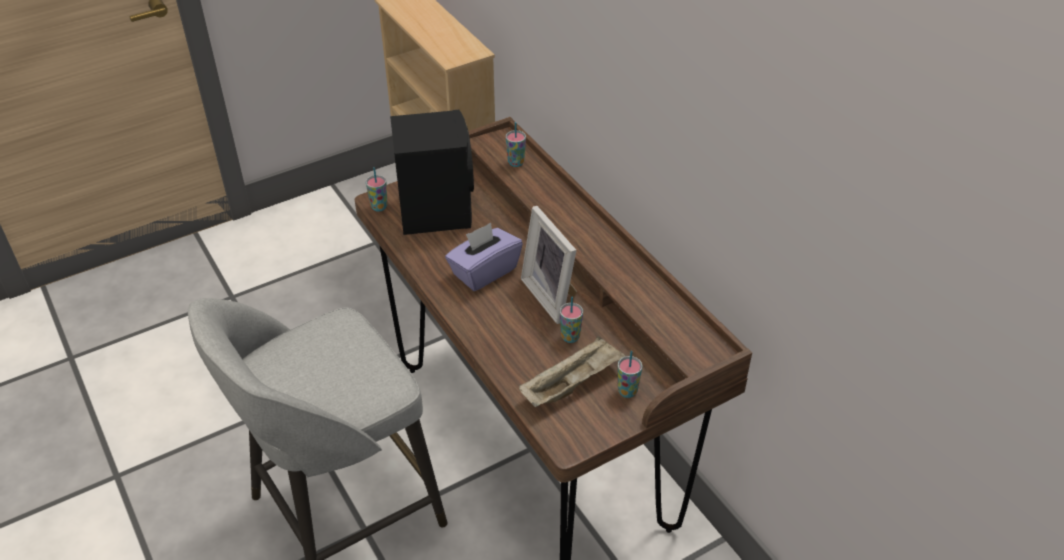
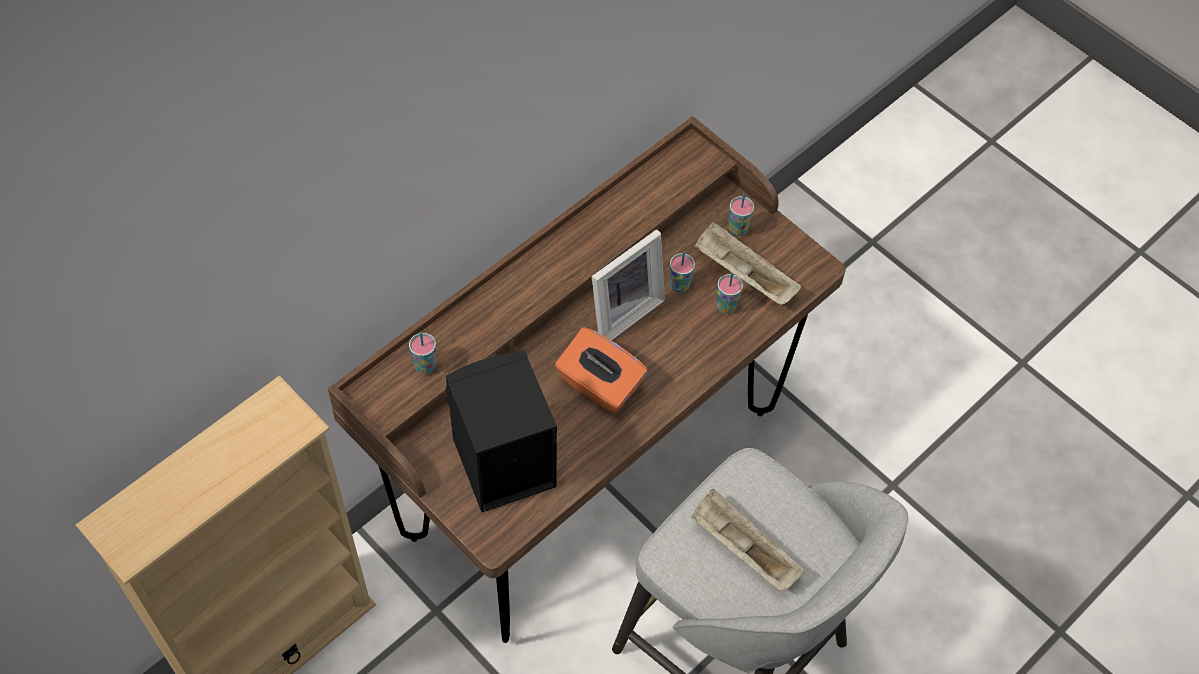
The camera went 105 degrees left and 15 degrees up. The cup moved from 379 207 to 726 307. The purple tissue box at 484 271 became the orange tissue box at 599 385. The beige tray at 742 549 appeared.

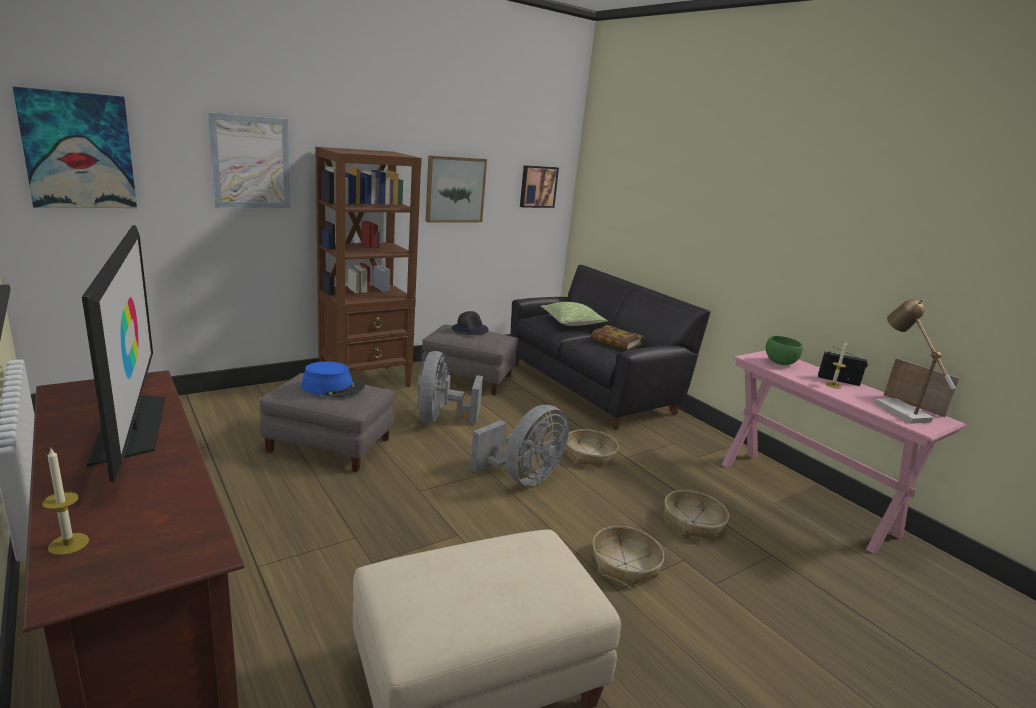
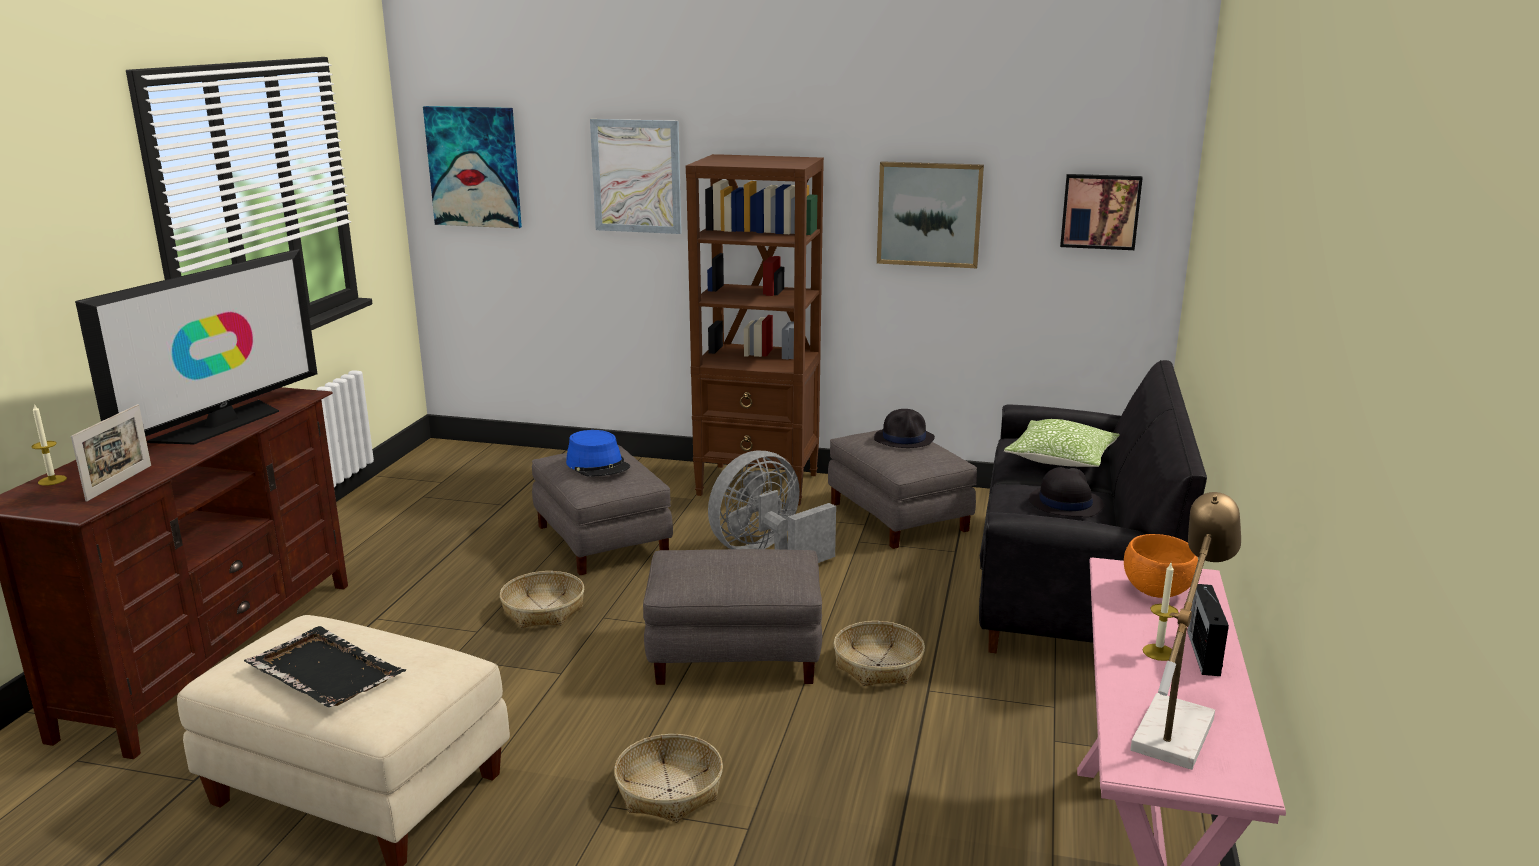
The camera went 50 degrees right and 0 degrees up. The book at 616 342 was replaced by the black hat at 1065 503. The green bowl at 780 363 became the orange bowl at 1155 591. The radio at 839 380 turned 150 degrees counterclockwise. The picture frame moved from 913 405 to 119 483. The grey fan at 523 478 was replaced by the grey ottoman at 736 653. The basket moved from 693 522 to 544 610. The black tray at 324 671 appeared.

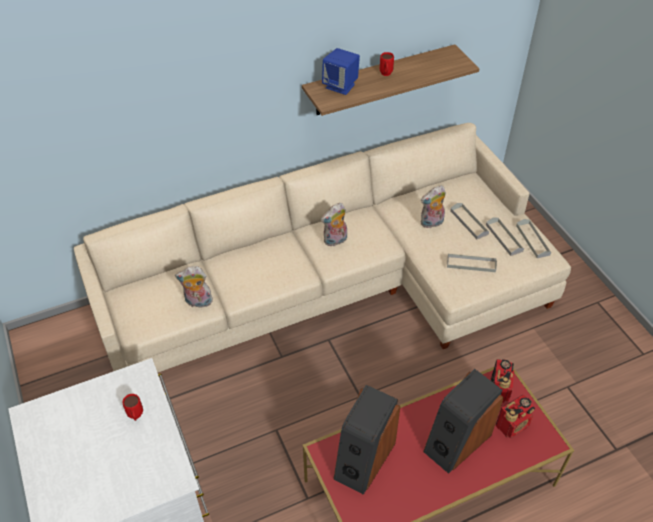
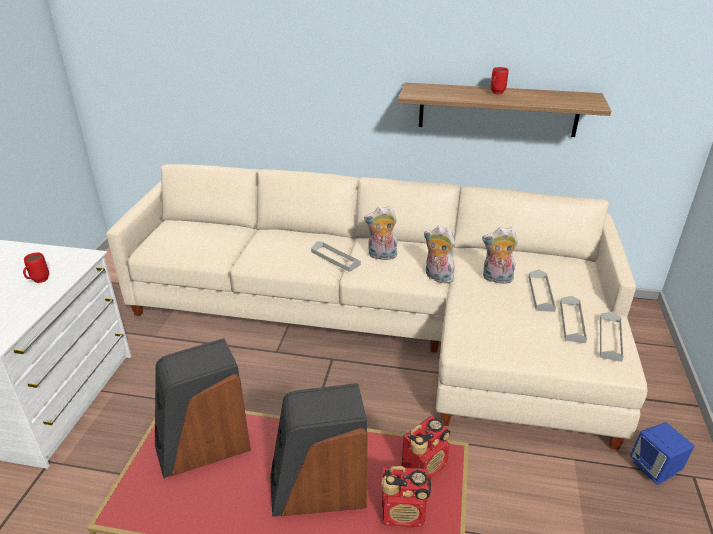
The camera went 35 degrees right and 15 degrees down. The blue speaker moved from 341 86 to 655 468. The grey tray moved from 471 264 to 335 258. The plush toy moved from 198 302 to 437 277.

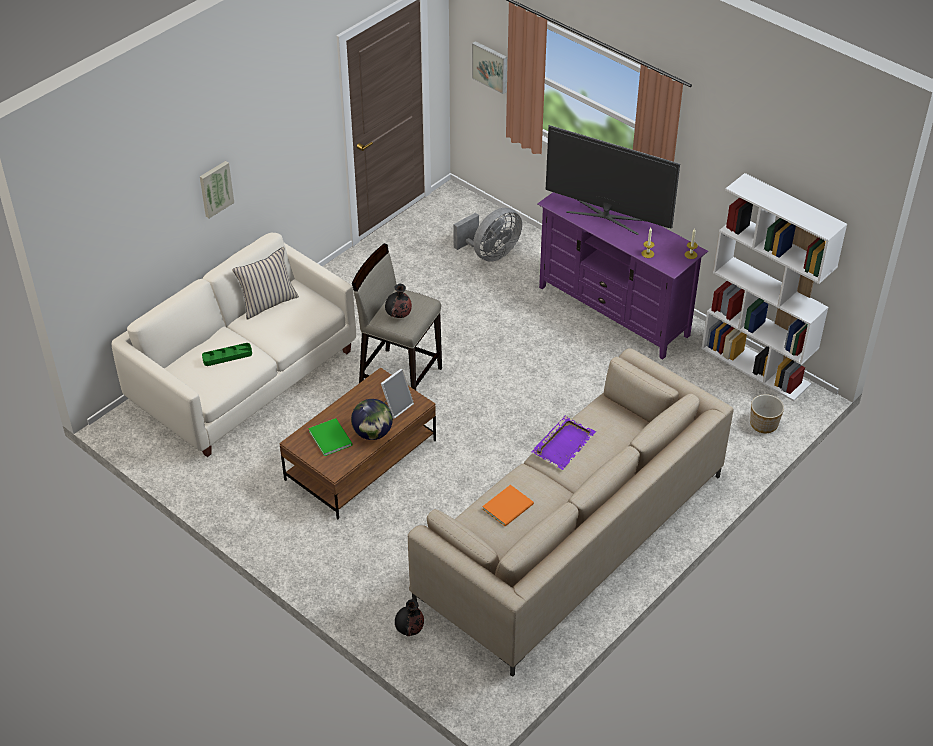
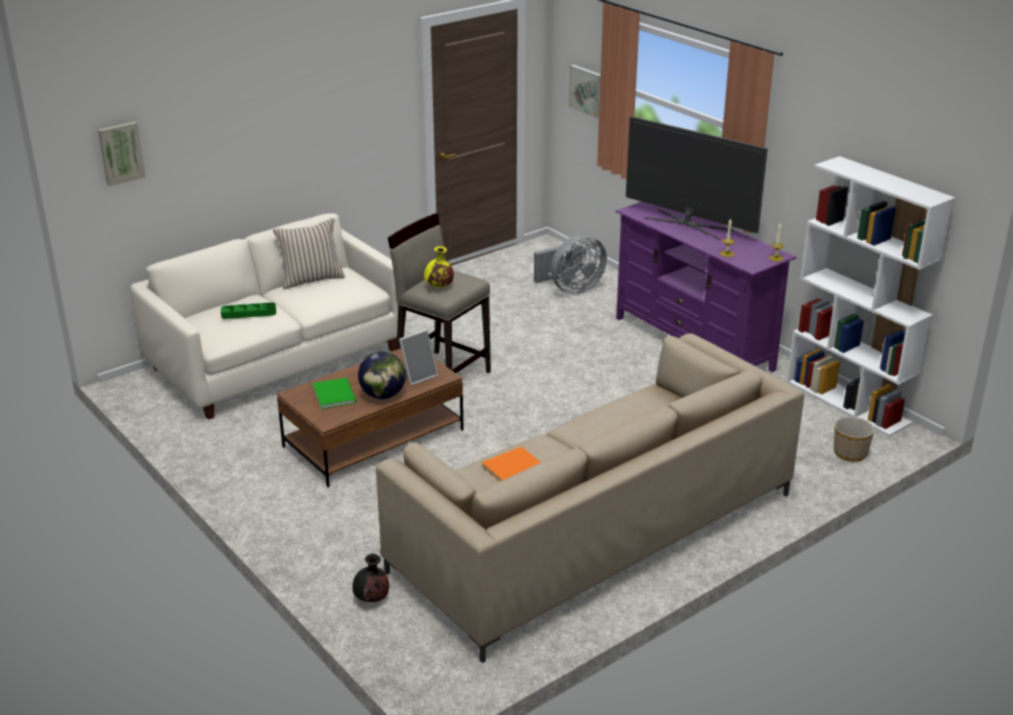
The camera went 10 degrees right and 15 degrees down. The picture moved from 215 188 to 121 153. The black vase at 398 315 became the yellow vase at 439 287. The purple tray at 564 444 disappeared.

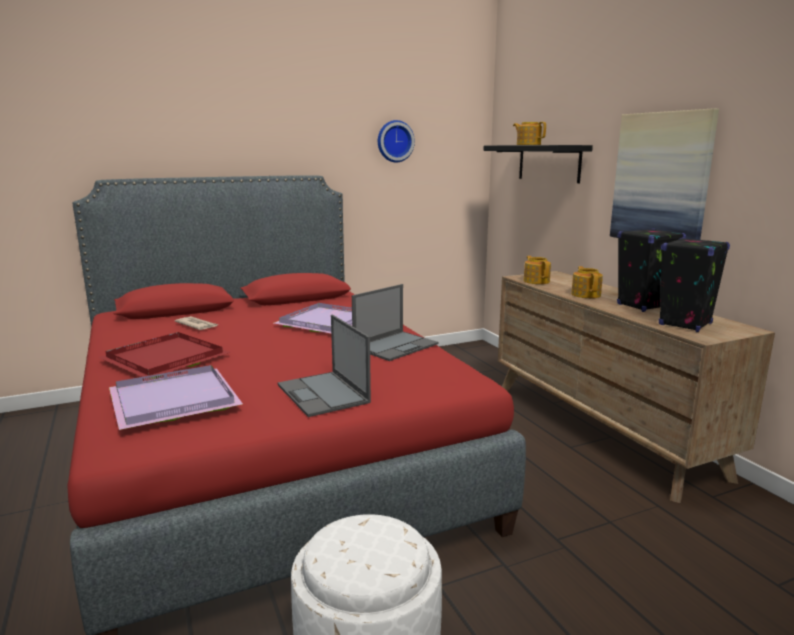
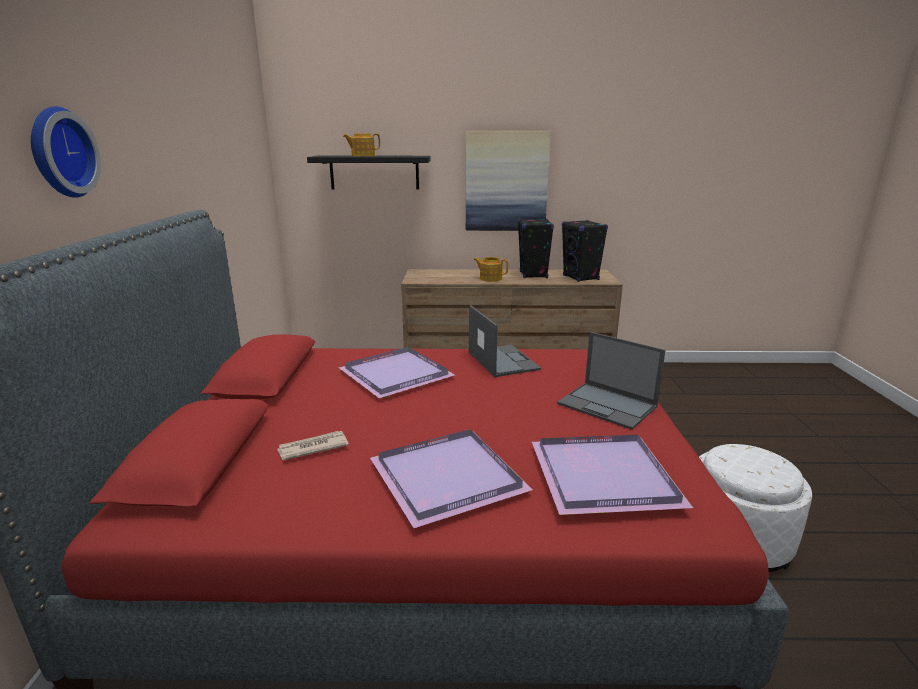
The camera went 65 degrees left and 5 degrees up. The wall clock moved from 394 141 to 59 153. The teapot at 536 281 disappeared. The laptop at 323 394 turned 45 degrees clockwise. The red tray at 165 359 became the purple tray at 450 478.

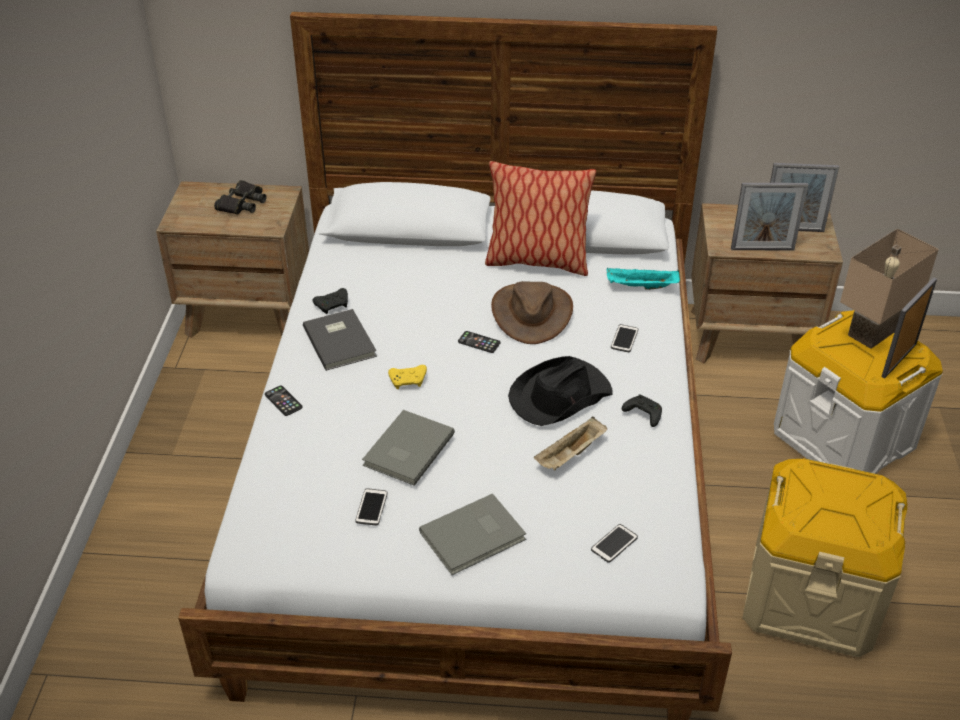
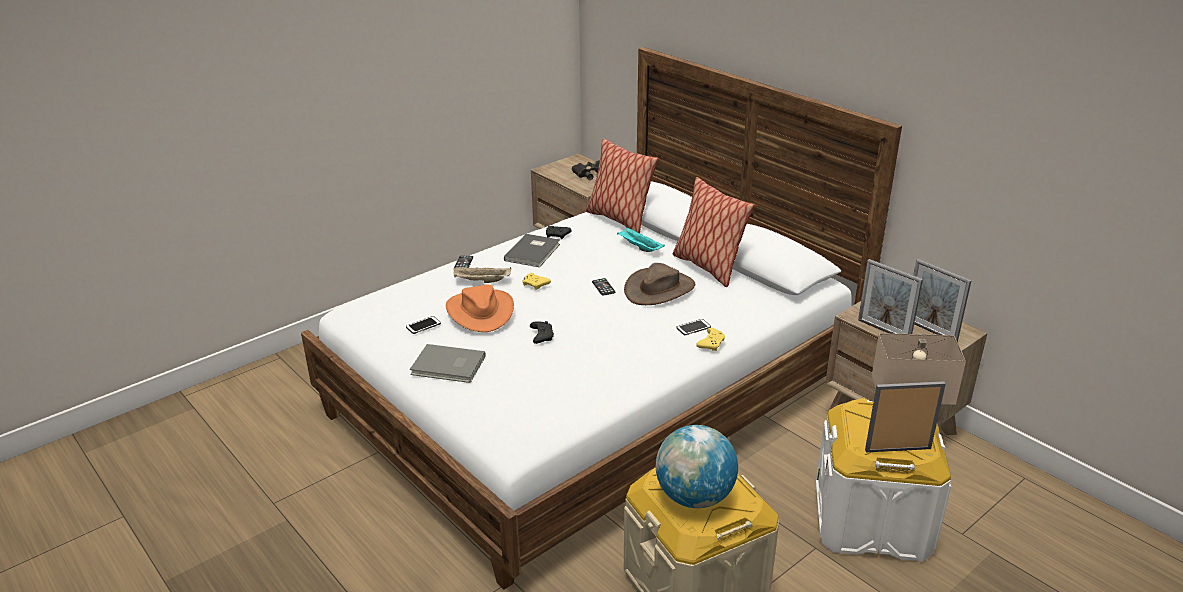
The camera went 45 degrees right and 10 degrees down. The turquoise tray moved from 641 287 to 639 247. The black hat at 559 396 disappeared. The black game controller moved from 642 414 to 541 336. The grey book at 406 449 was replaced by the orange hat at 480 311. The beige tray moved from 570 455 to 481 281. The phone at 614 544 disappeared. The pillow at 619 220 appeared. The yellow game controller at 711 343 appeared. The globe at 694 497 appeared.

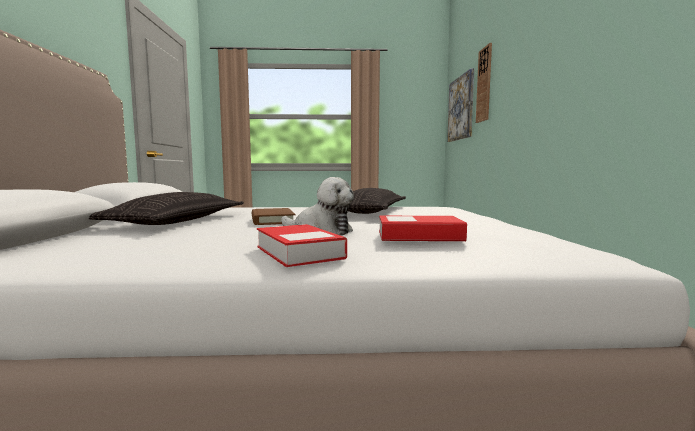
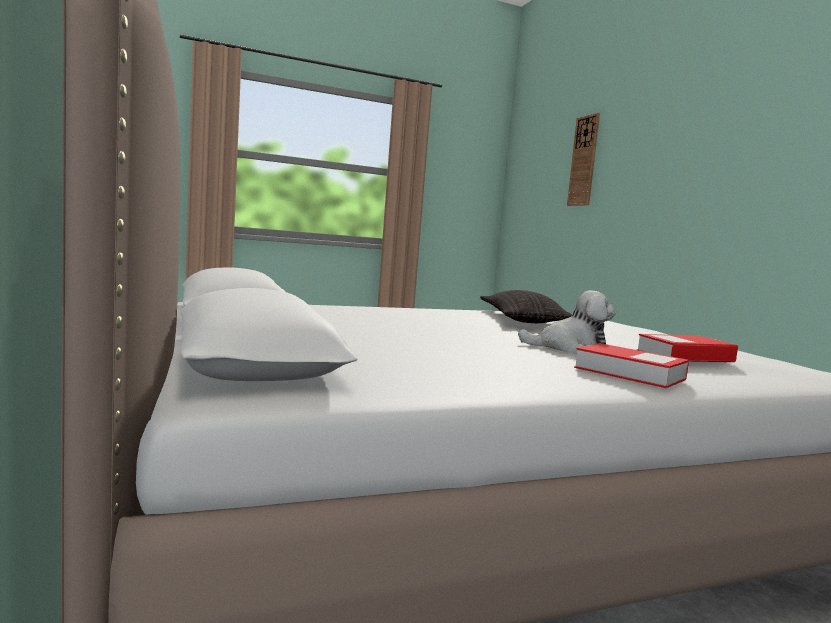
The camera went 20 degrees left and 0 degrees up. The picture at 461 108 disappeared. The pillow at 178 221 disappeared. The brown book at 272 220 disappeared.

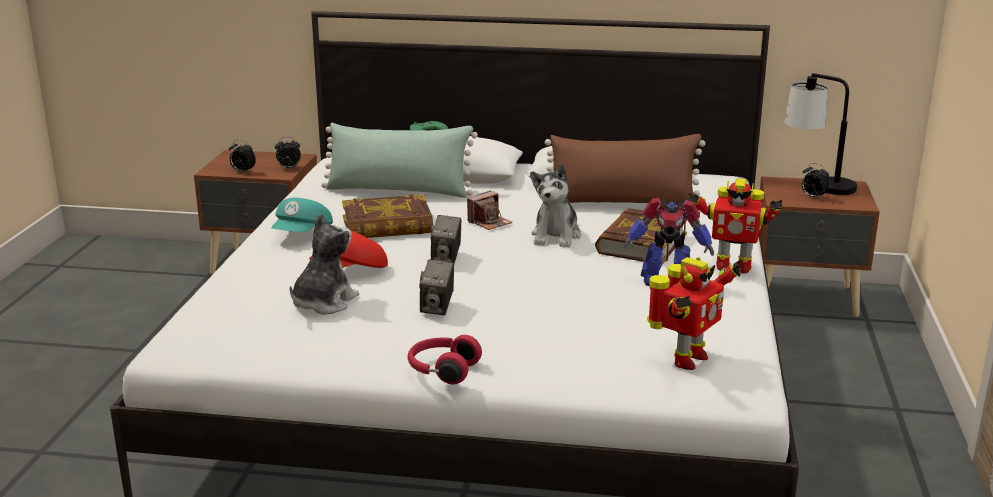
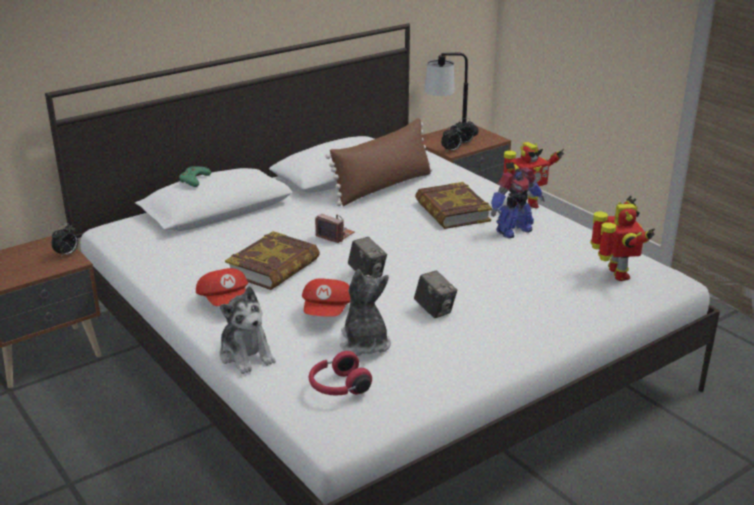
The camera went 45 degrees left and 5 degrees up. The green pillow at 398 190 disappeared. The alarm clock moved from 242 172 to 451 150. The plush toy moved from 556 236 to 246 355. The photo camera at 489 222 turned 60 degrees counterclockwise. The turquoise cap at 303 234 became the red cap at 225 302. The red headphones moved from 442 370 to 338 387.

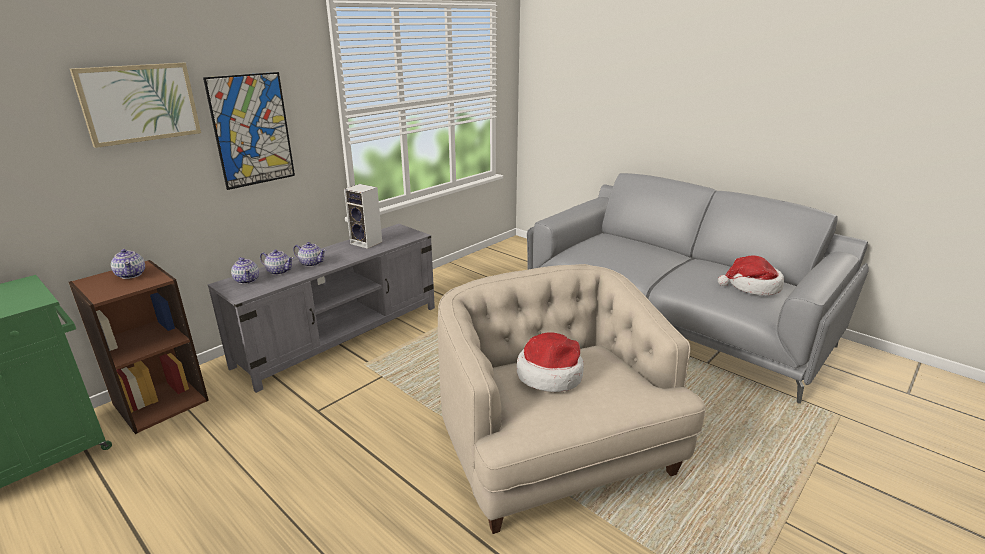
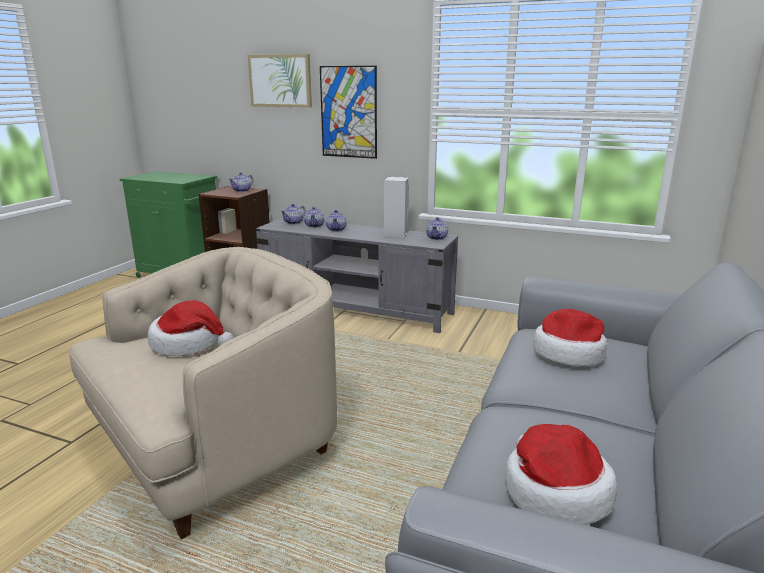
The camera went 70 degrees right and 5 degrees down. The teapot at 437 238 appeared. The hat at 569 353 appeared.

